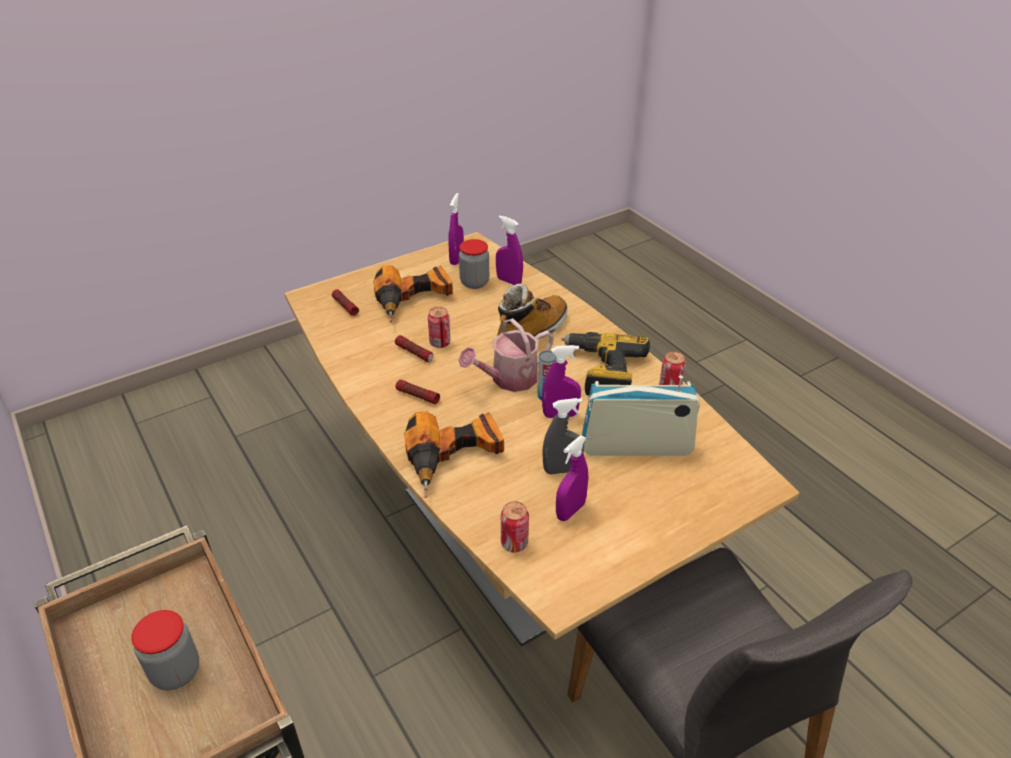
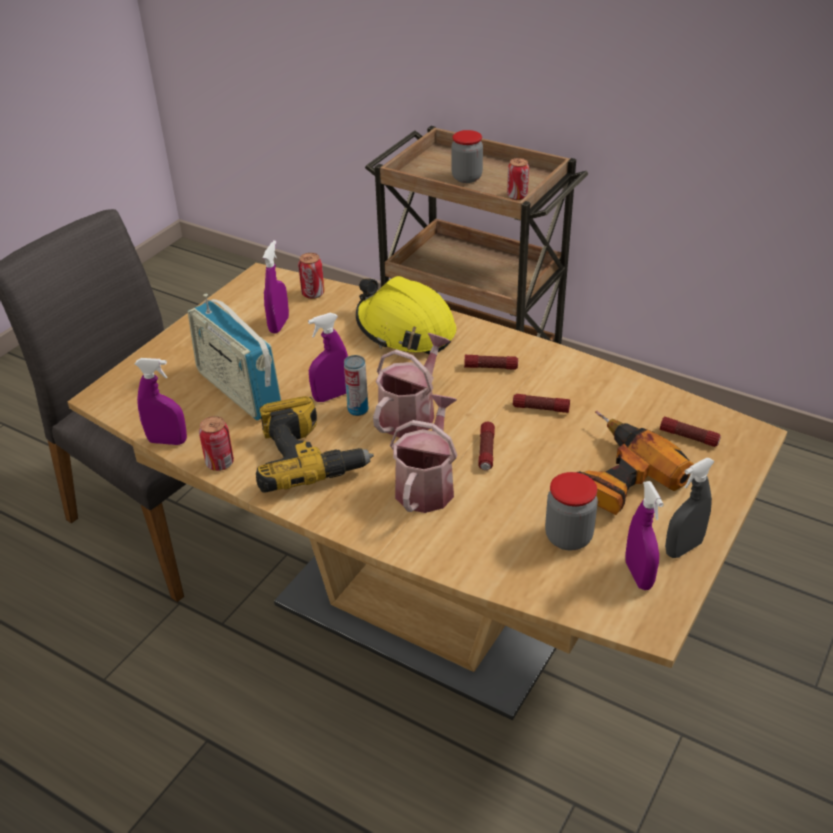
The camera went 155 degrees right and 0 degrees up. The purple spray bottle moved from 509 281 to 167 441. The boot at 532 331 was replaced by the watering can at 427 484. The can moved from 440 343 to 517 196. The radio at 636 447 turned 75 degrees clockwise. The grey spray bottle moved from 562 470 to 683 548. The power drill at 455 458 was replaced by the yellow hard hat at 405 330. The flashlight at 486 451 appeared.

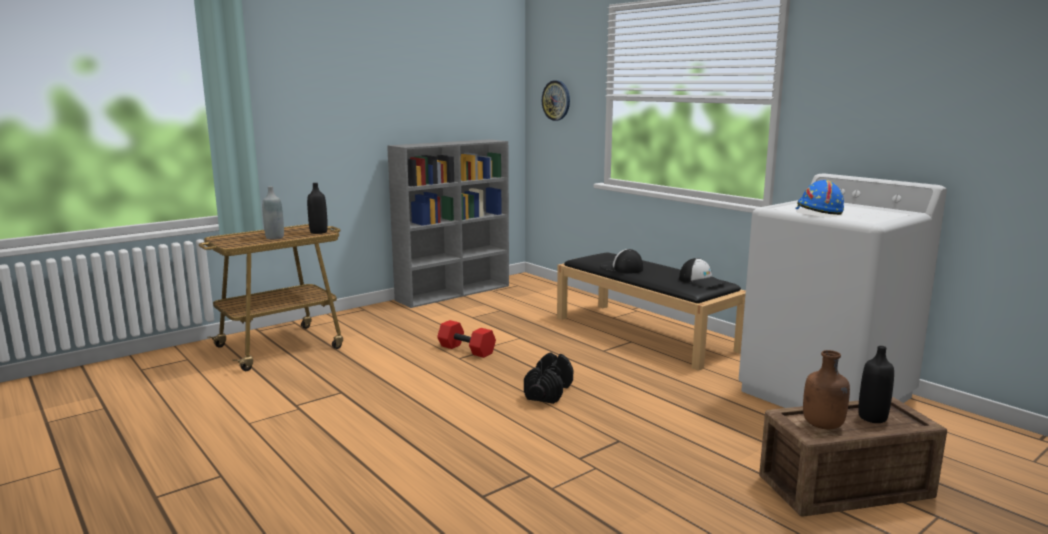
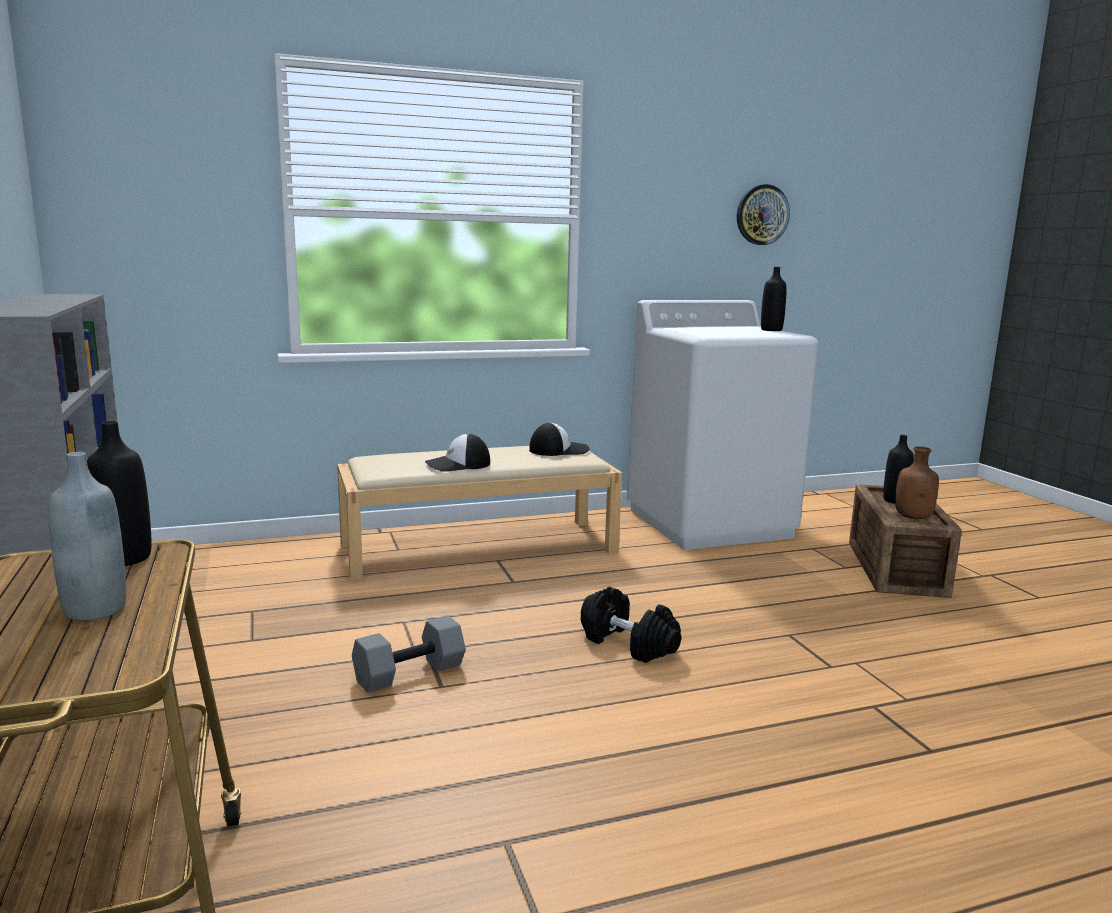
The camera went 70 degrees left and 0 degrees up. The wall clock moved from 556 100 to 762 215. The blue hard hat at 818 211 disappeared. The black bench at 646 334 became the beige bench at 480 547. The red dumbbell at 467 349 became the grey dumbbell at 410 672. The black bottle at 771 330 appeared.

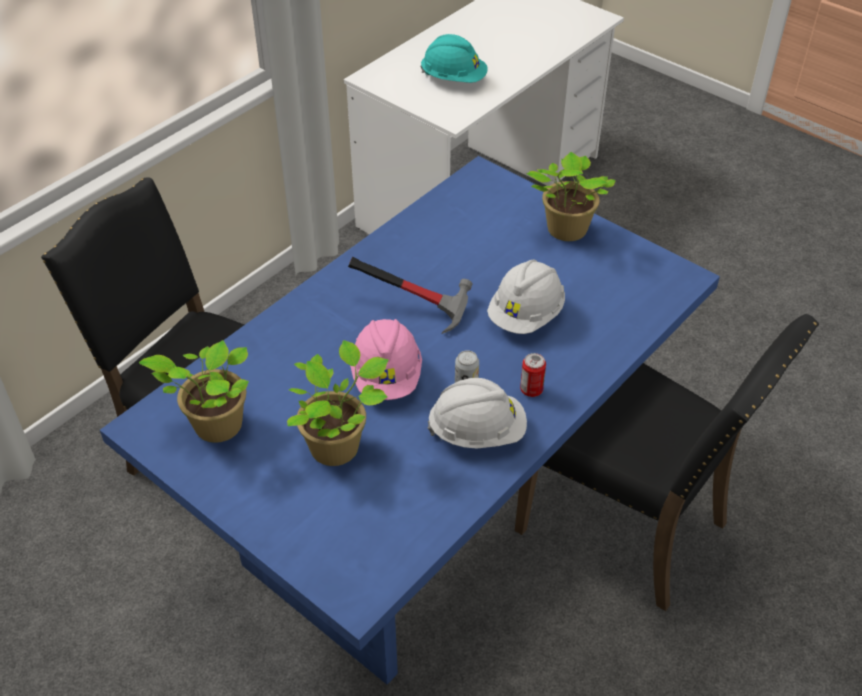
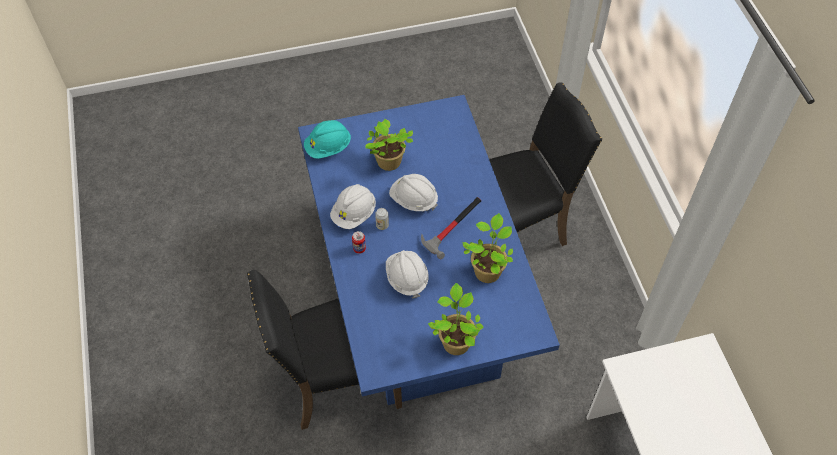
The camera went 125 degrees right and 10 degrees up. The turquoise hard hat moved from 453 79 to 328 148. The pink hard hat at 387 376 became the white hard hat at 413 200. The potted plant moved from 214 426 to 487 270.

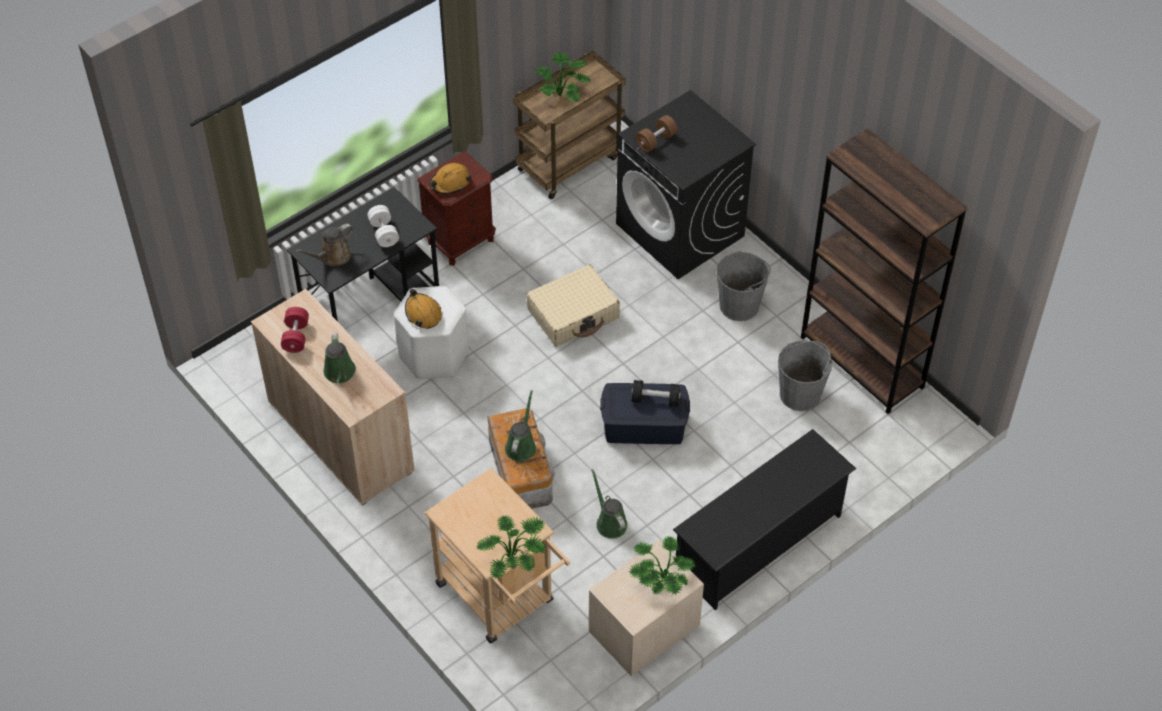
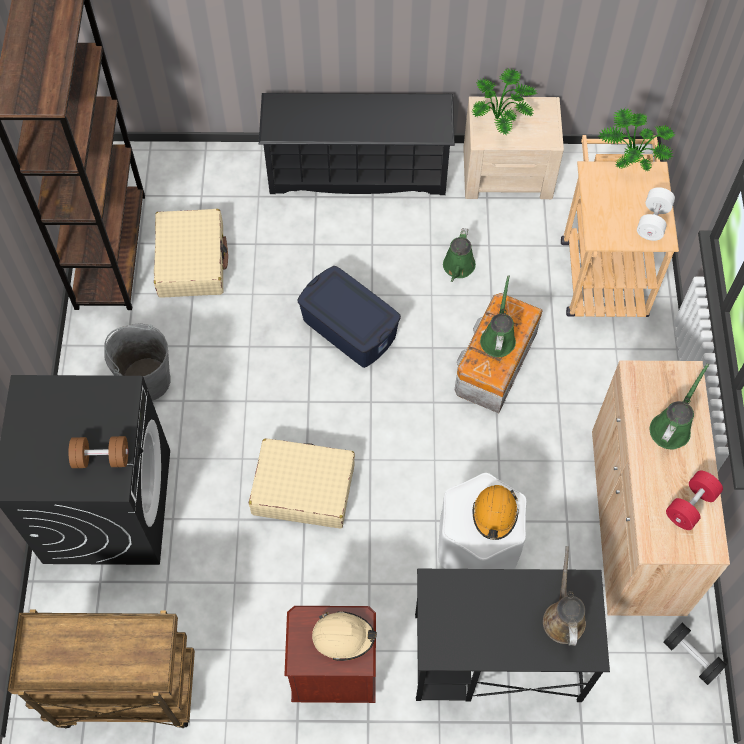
The camera went 140 degrees left and 10 degrees up. The potted plant at 563 94 disappeared. The orange hard hat at 450 183 became the beige hard hat at 343 637. The white dumbbell moved from 384 233 to 653 221. The brown watering can at 333 257 turned 90 degrees counterclockwise. The grey bucket at 800 394 was replaced by the beige suitcase at 191 261. The black dumbbell moved from 655 400 to 691 657. The green watering can at 521 445 turned 135 degrees clockwise.

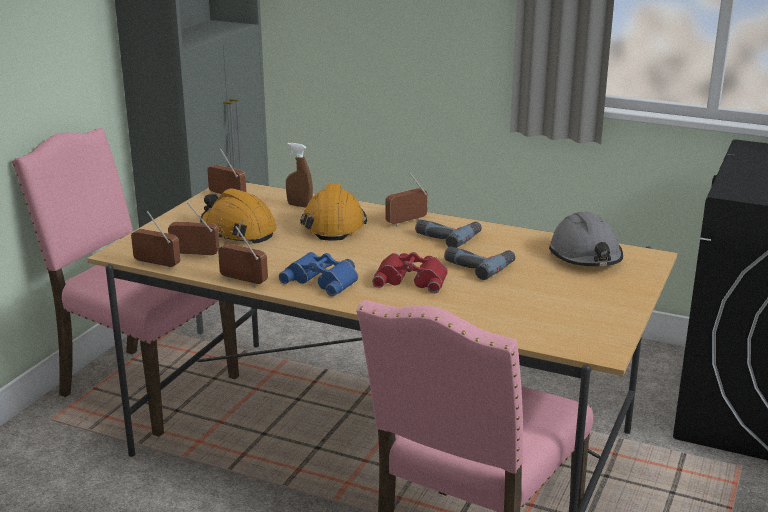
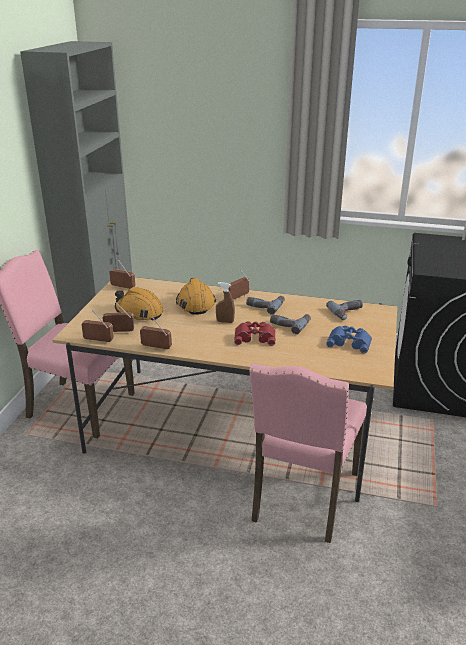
The camera went 10 degrees left and 5 degrees up. The brown spray bottle moved from 299 205 to 225 321. The grey hard hat at 585 256 was replaced by the power drill at 348 313. The blue binoculars moved from 323 279 to 349 342.

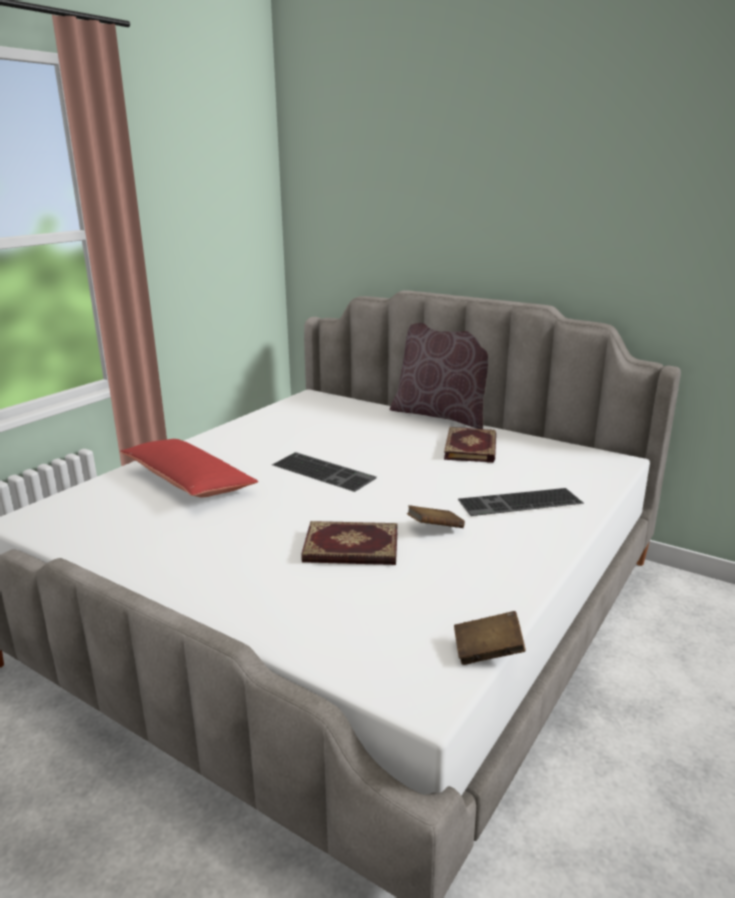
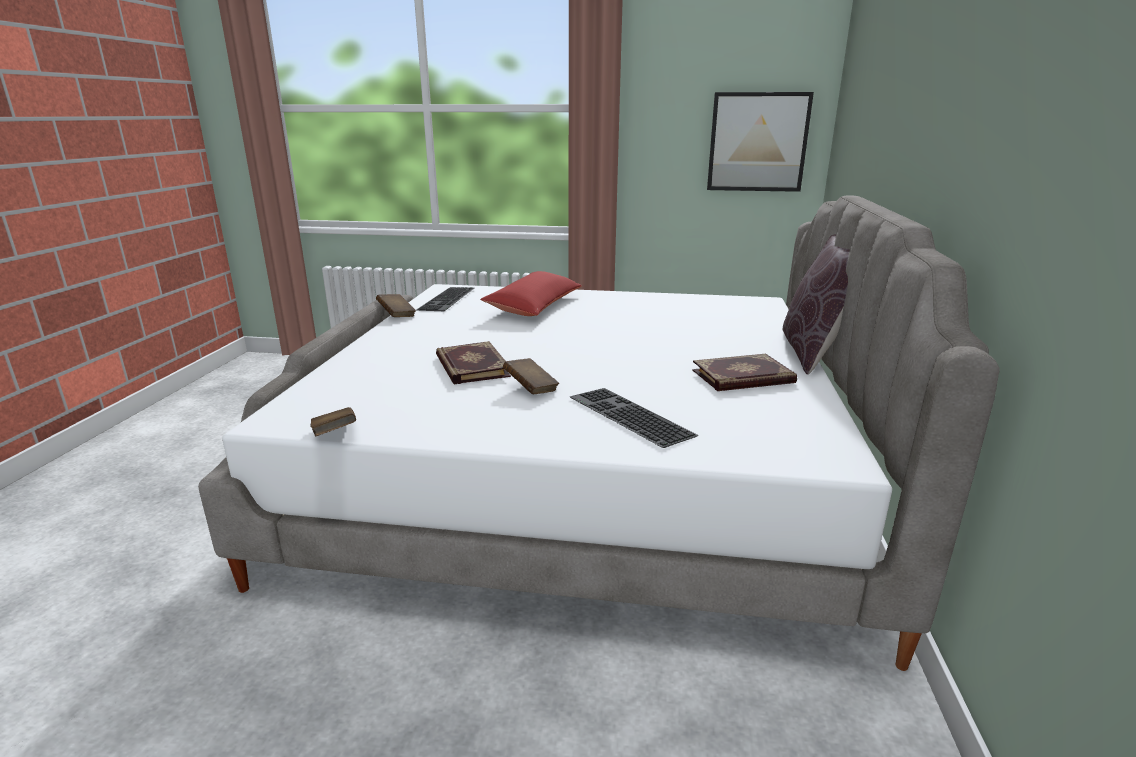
The camera went 65 degrees right and 0 degrees up. The keyboard moved from 325 471 to 448 299. The picture at 757 142 appeared. The brown book at 397 315 appeared.

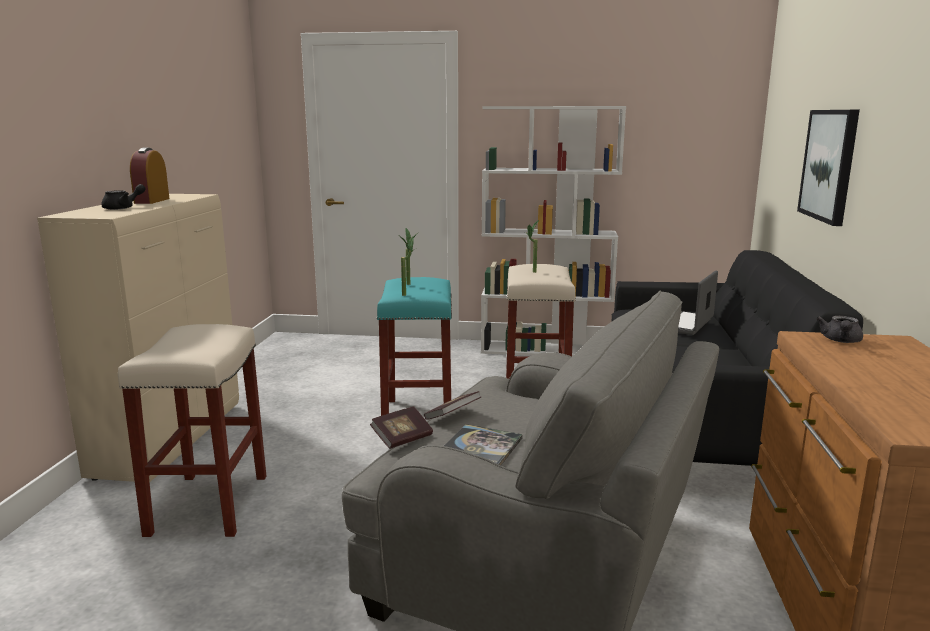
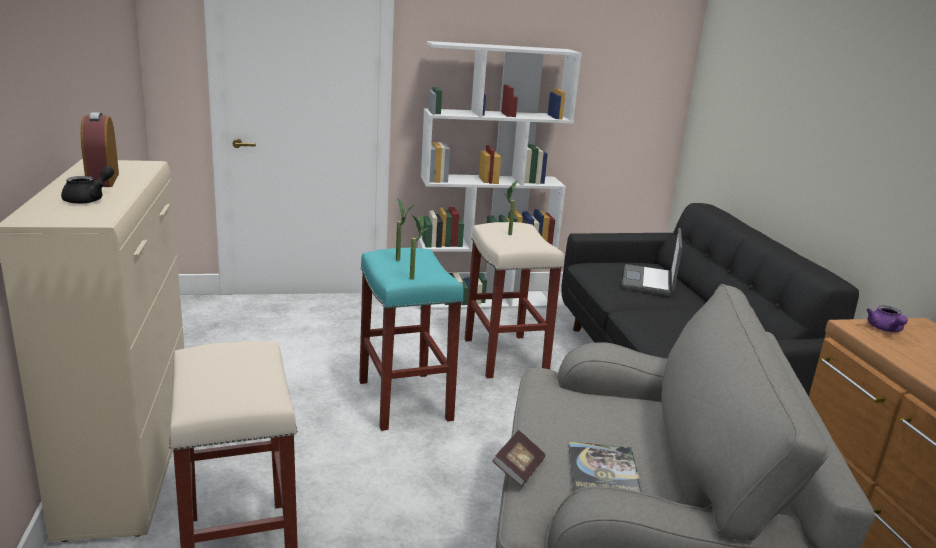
The camera went 20 degrees left and 5 degrees up. The picture at 829 165 disappeared. The grey teapot at 840 341 became the purple teapot at 885 329. The book at 452 416 disappeared.

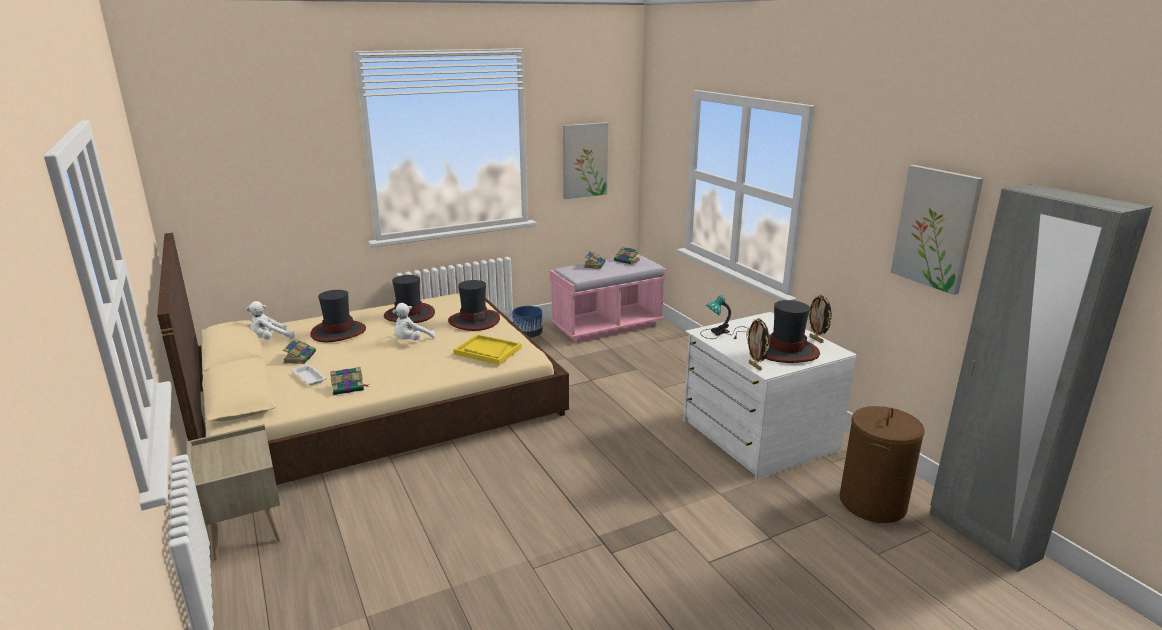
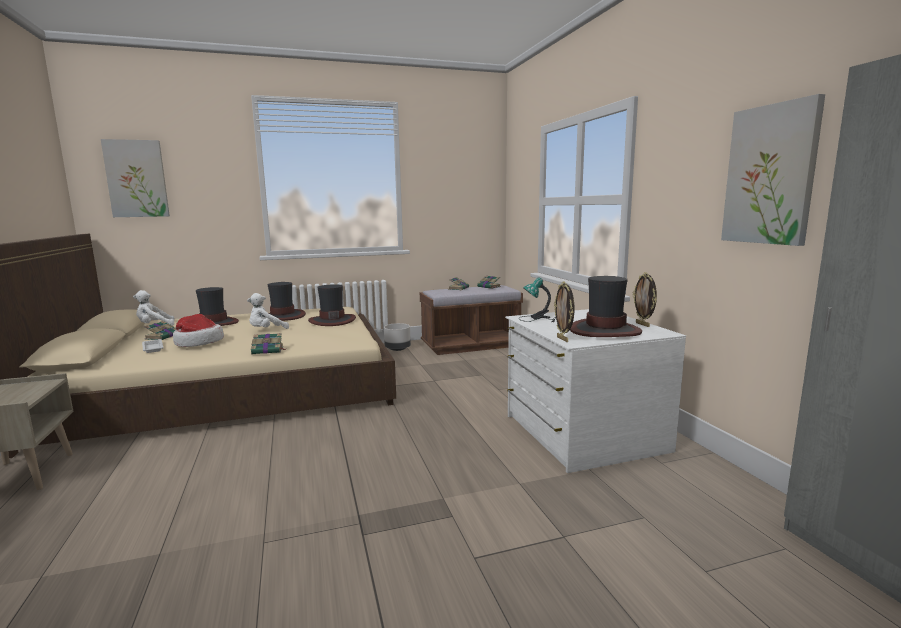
The camera went 10 degrees right and 10 degrees down. The picture moved from 584 160 to 137 179. The pink bench at 607 326 became the brown bench at 470 345. The blue planter at 528 336 became the grey planter at 398 349. The yellow tray at 487 351 disappeared. The book moved from 349 387 to 268 350. The brown laundry basket at 872 503 disappeared. The hat at 198 343 appeared.

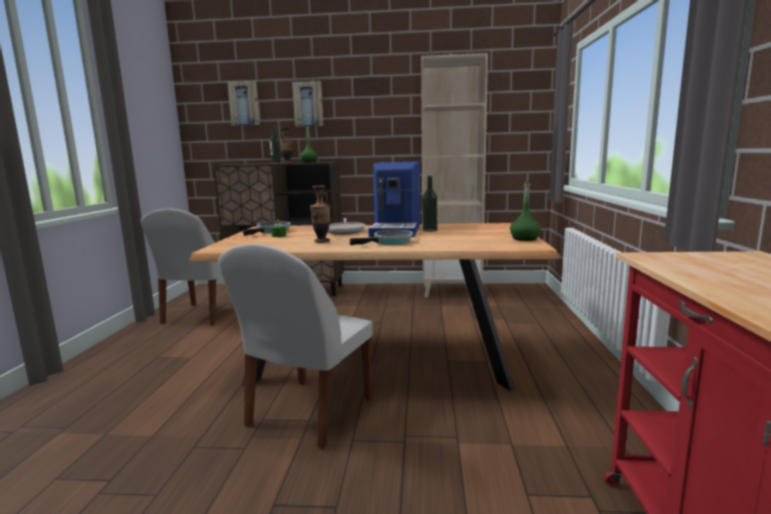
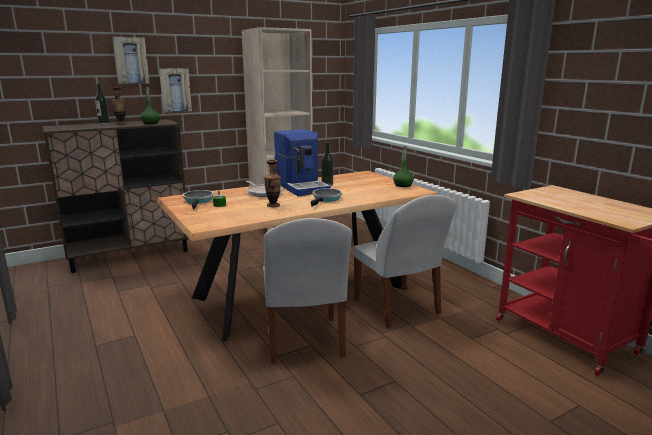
The camera went 35 degrees left and 5 degrees up. The picture moved from 244 103 to 175 90. The white chair moved from 201 315 to 397 308.

